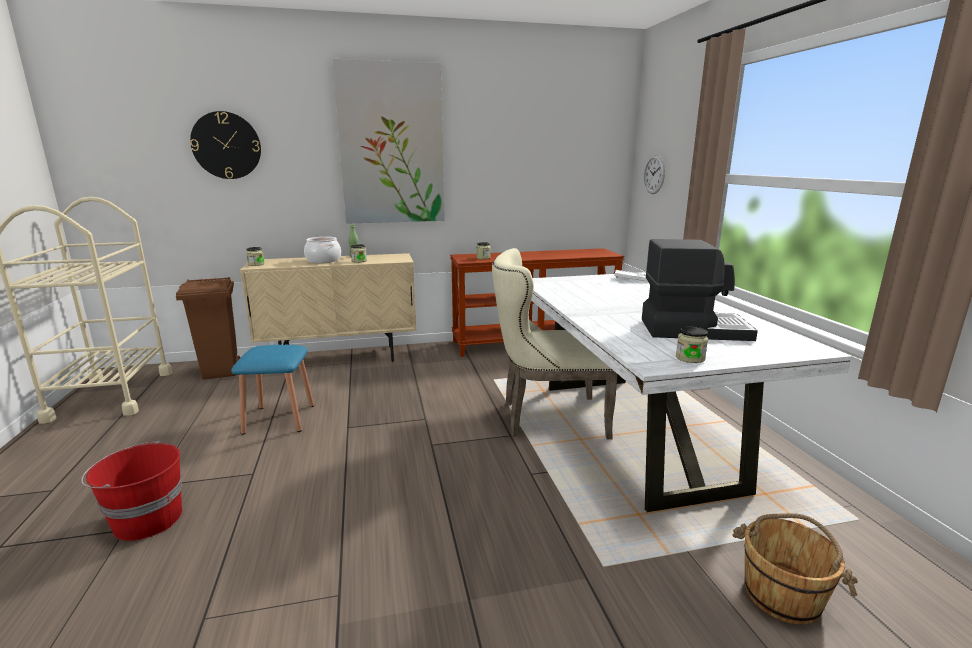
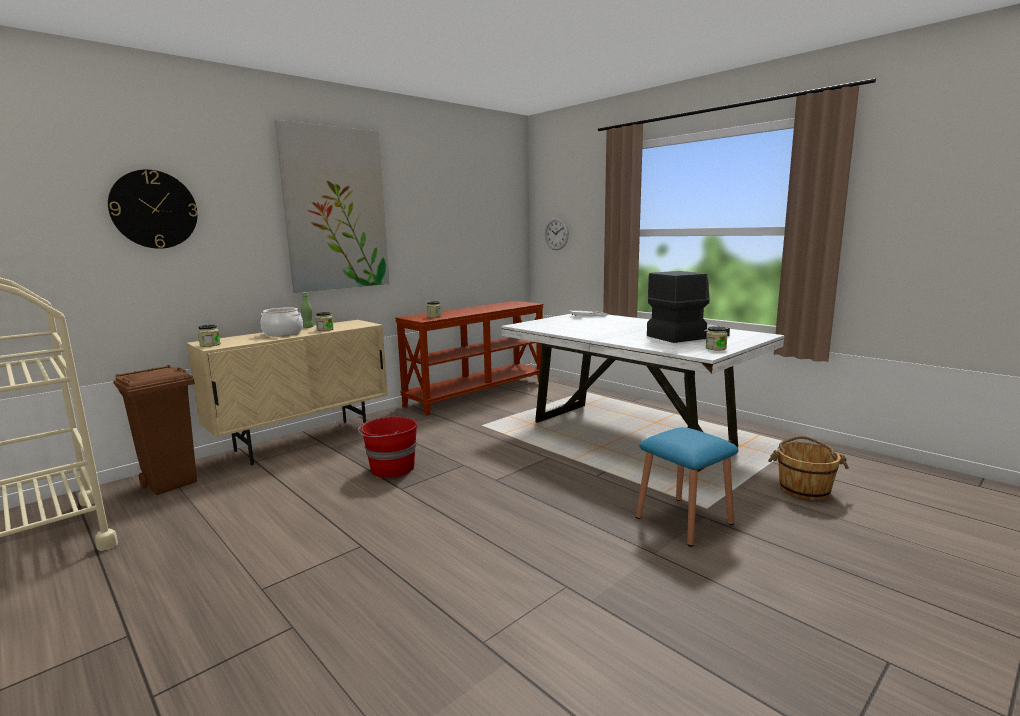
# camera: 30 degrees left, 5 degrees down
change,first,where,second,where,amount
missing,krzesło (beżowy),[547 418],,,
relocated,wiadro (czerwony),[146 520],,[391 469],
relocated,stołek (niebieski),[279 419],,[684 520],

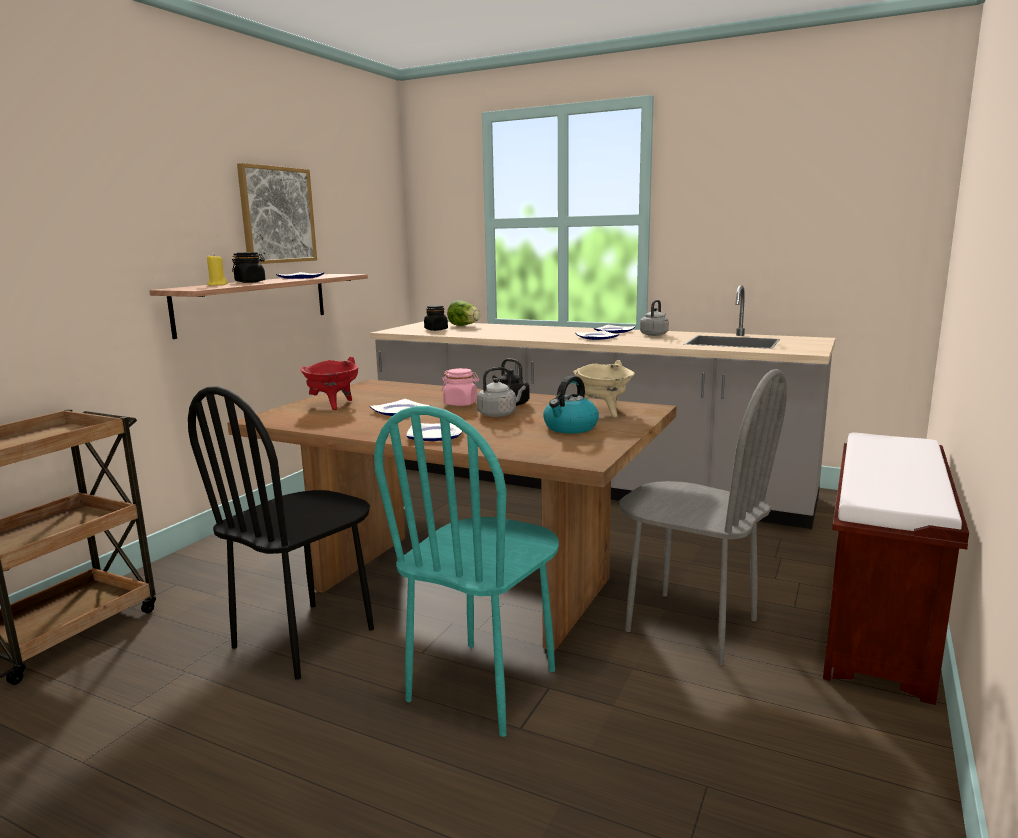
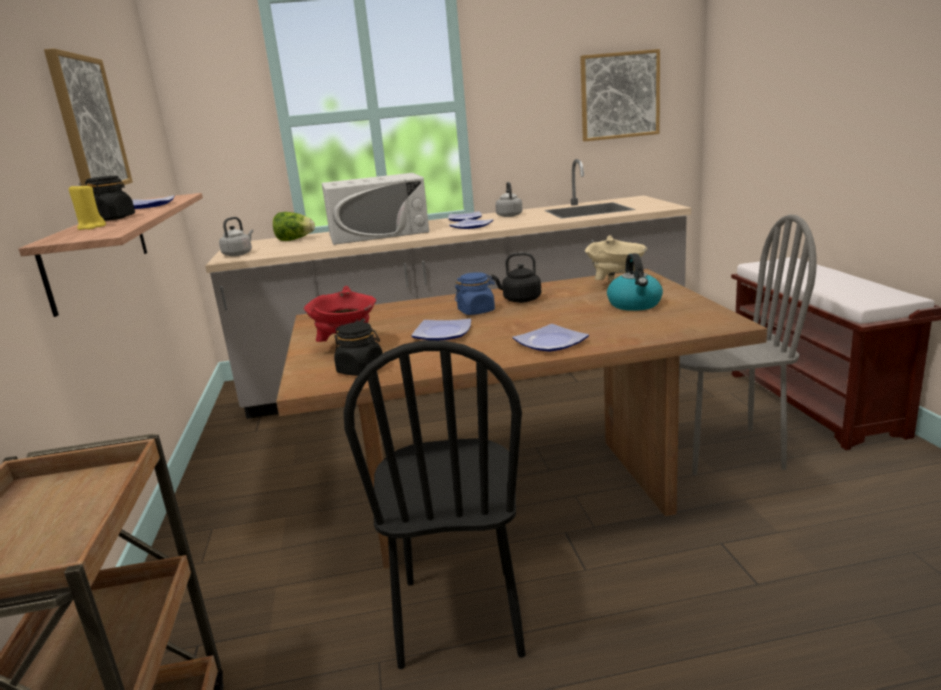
# camera: 35 degrees left, 5 degrees up
change,first,where,second,where,amount
missing,krzesło (turkusowy),[483 685],,,
appeared,,,mikrofalówka (biały),[378 233],
appeared,,,obraz,[619 95],
relocated,słoik (czarny),[436 329],,[361 370],
relocated,czajnik (szary),[499 414],,[239 254],
colour,słoik (różowy),[461 404],słoik (niebieski),[476 311],

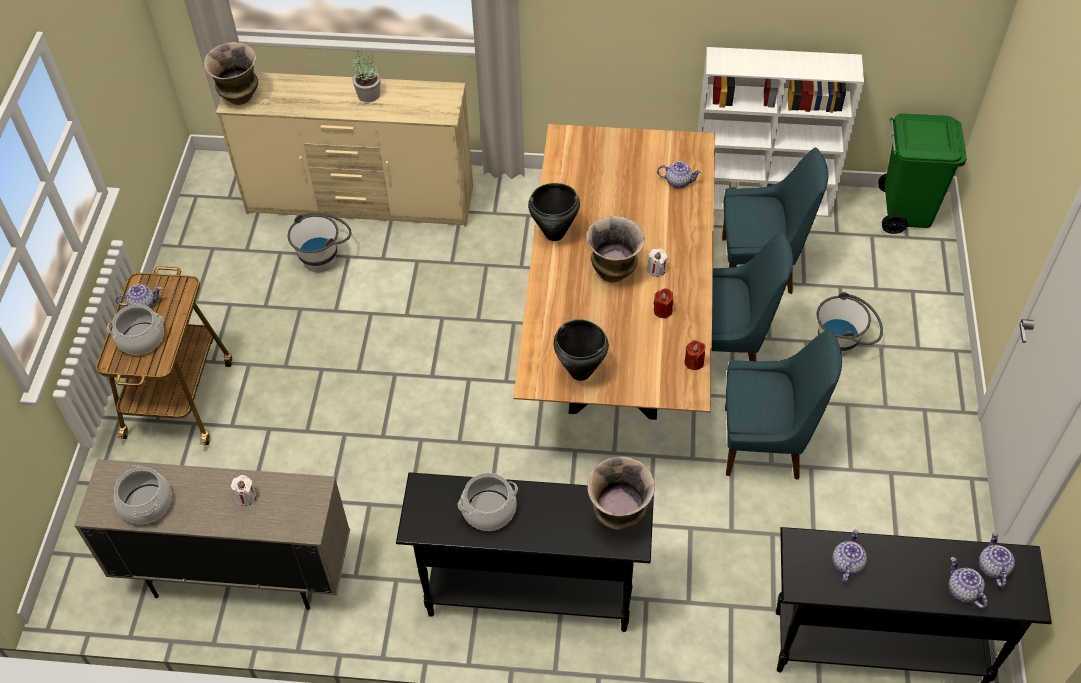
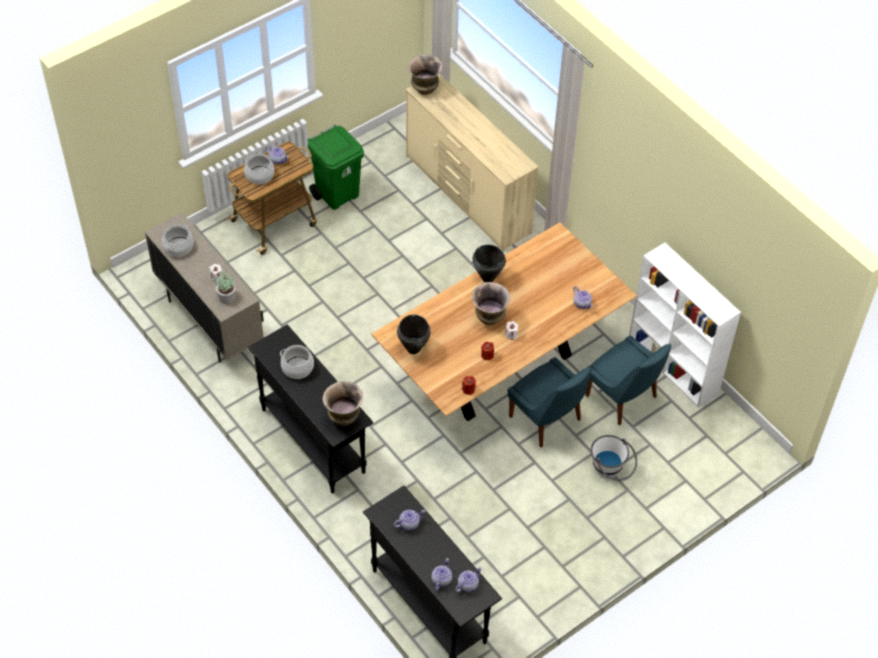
# camera: 45 degrees right, 0 degrees up
change,first,where,second,where,amount
missing,wiadro (biały),[324 255],,,
missing,krzesło (niebieski),[765 443],,,
relocated,roślina doniczkowa,[368 94],,[226 297],
relocated,kosz na śmieci (zielony),[904 211],,[337 194],

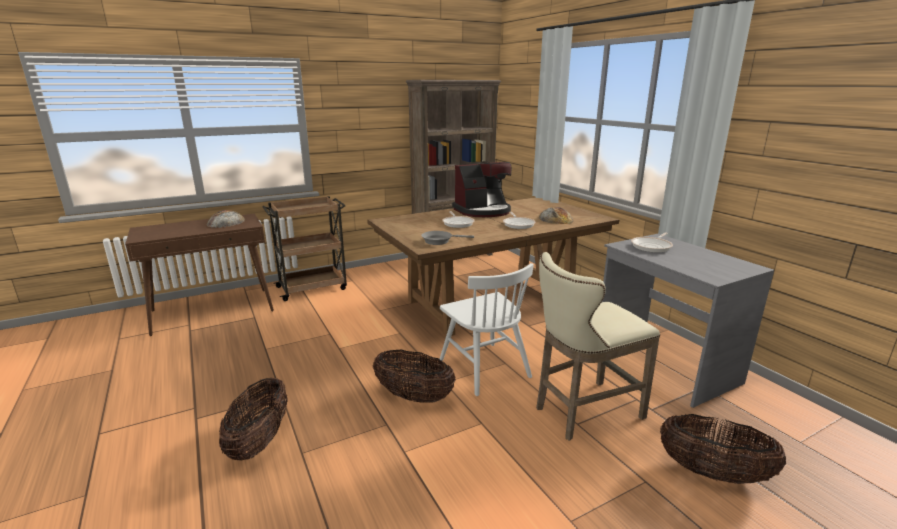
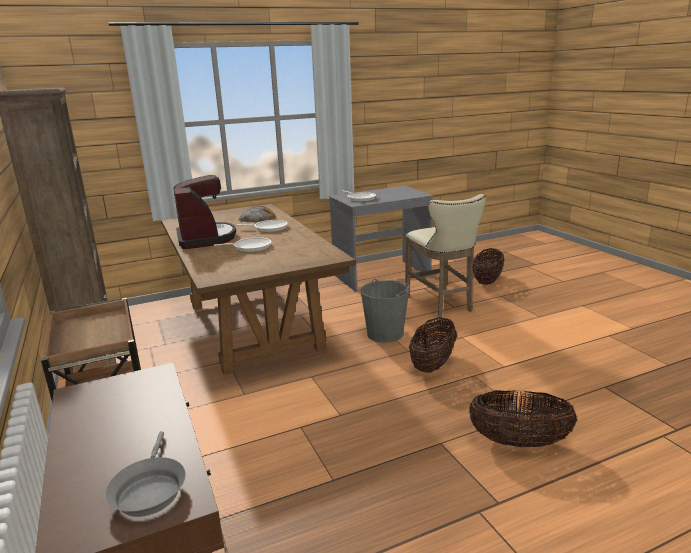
# camera: 85 degrees left, 0 degrees up
change,first,where,second,where,amount
missing,chleb,[226 222],,,
relocated,patelnia (szary),[439 241],,[149 490],
exchanged,krzesło (biały),[484 368],wiadro (szary),[385 333],

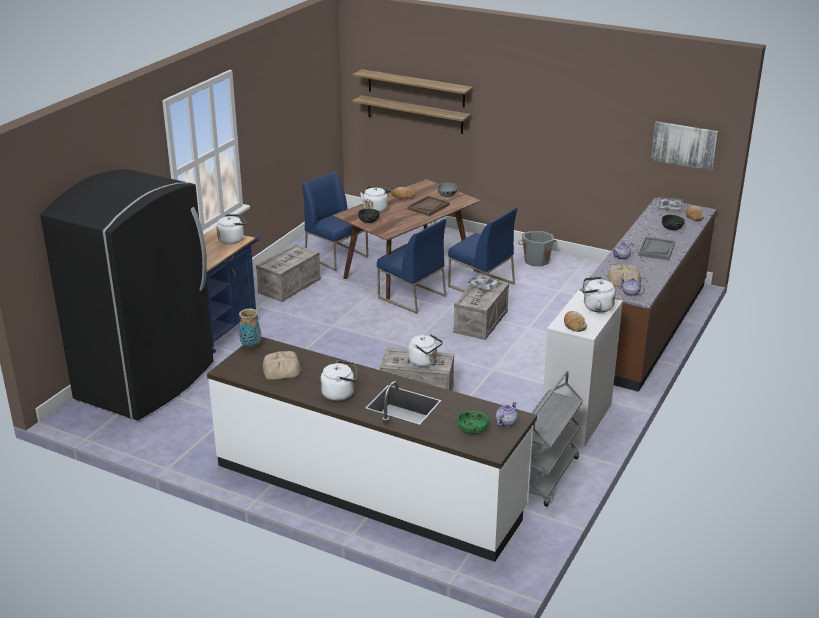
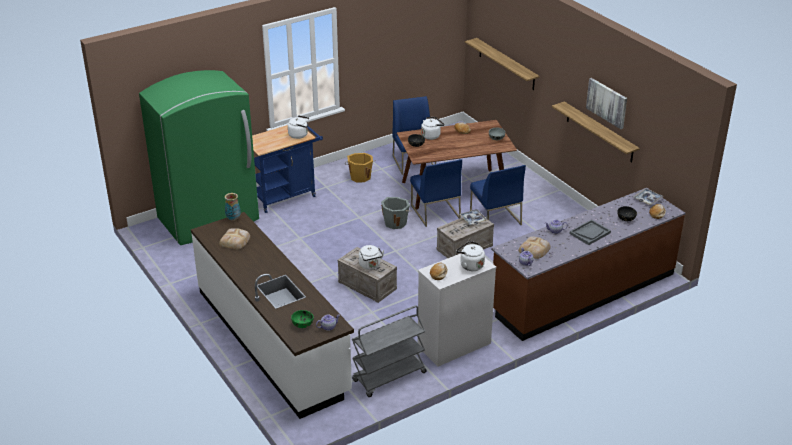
# camera: 30 degrees right, 5 degrees up
change,first,where,second,where,amount
missing,czajnik (biały),[340 393],,,
missing,taca (brązowy),[428 207],,,
relocated,półka,[416 88],,[599 132],
relocated,wiadro (szary),[536 260],,[395 222],
relocated,obraz,[684 145],,[607 102],
exchanged,skrzynka,[290 285],wiadro (pomarańczowy),[360 176],
colour,lodówka (czarny),[147 382],lodówka (zielony),[209 220],

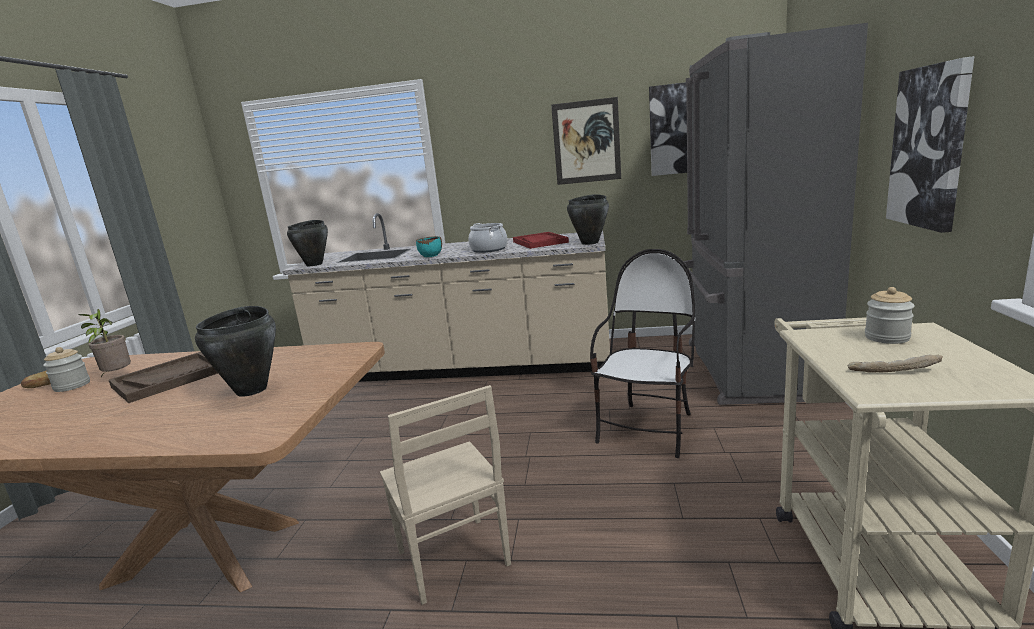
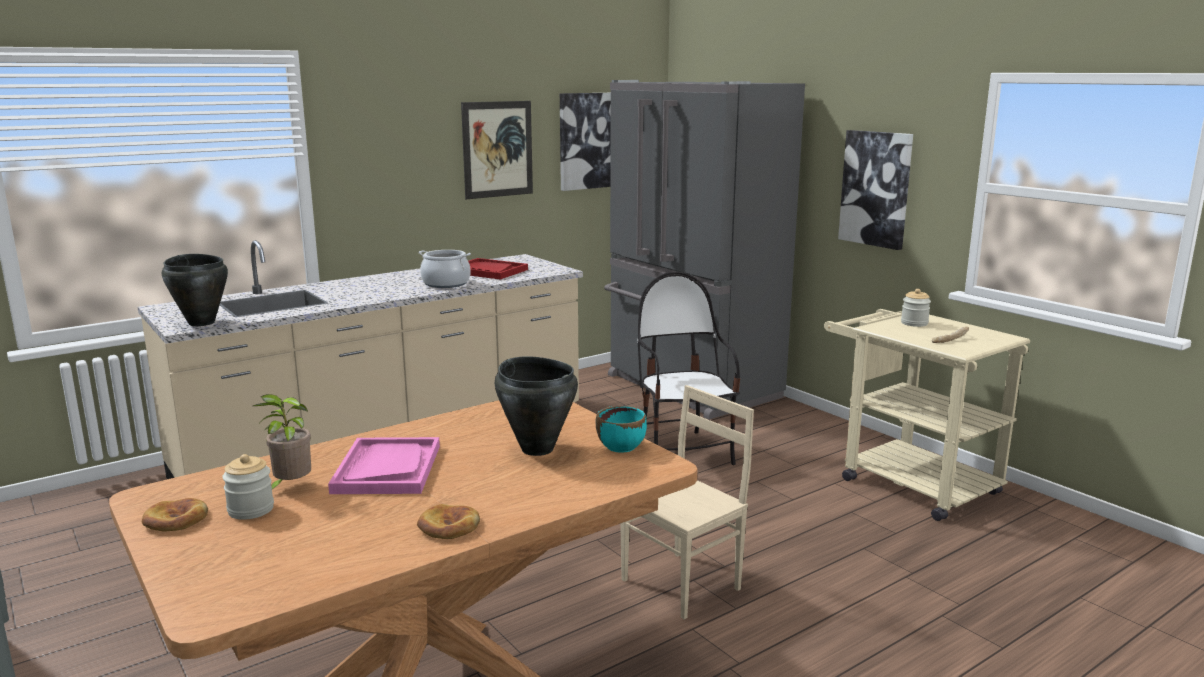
# camera: 45 degrees left, 0 degrees up
change,first,where,second,where,amount
missing,garnek (czarny),[590 243],,,
appeared,,,chleb,[449 526],
relocated,miska (turkusowy),[430 255],,[621 446],
colour,taca (brązowy),[169 379],taca (różowy),[387 469],
spun,krzesło (beżowy),[452 560],,[683 584],60 degrees counterclockwise

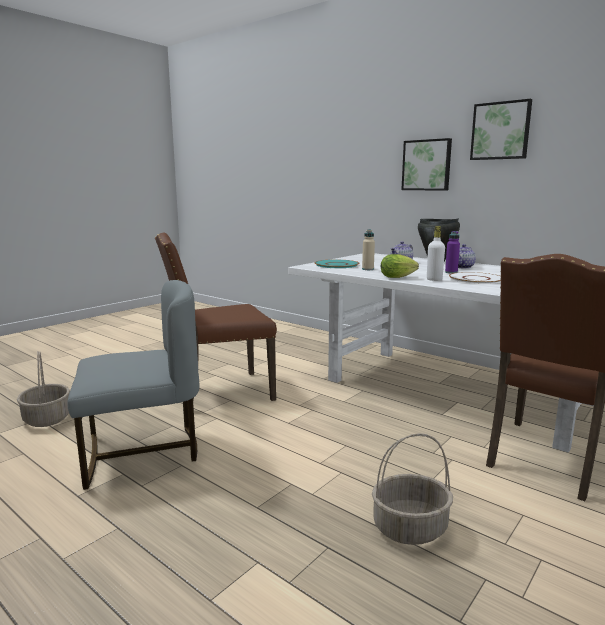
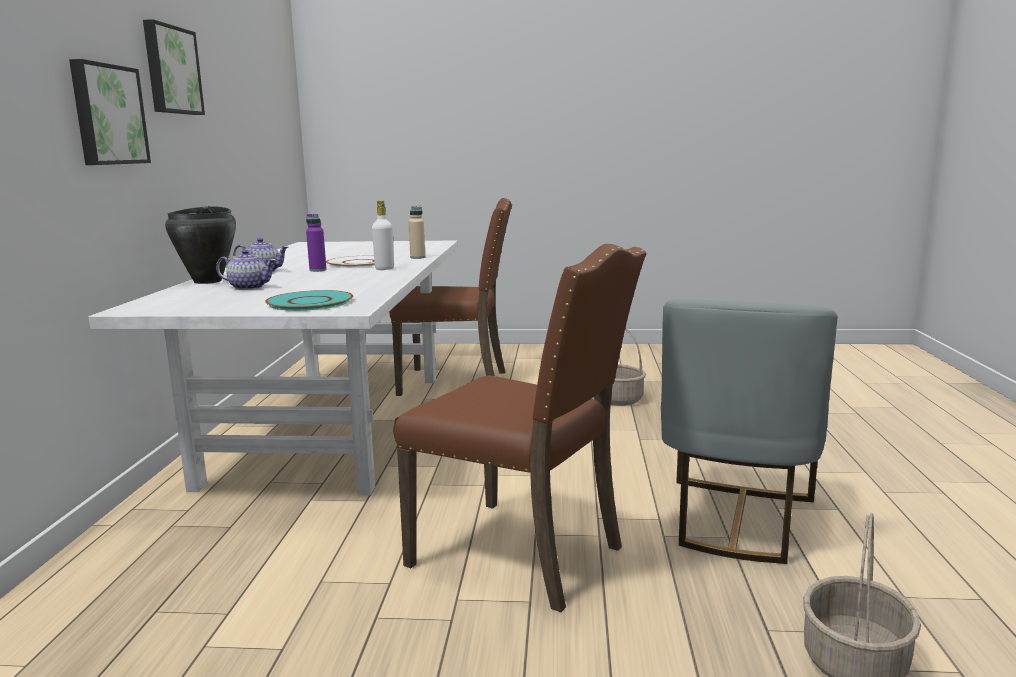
# camera: 125 degrees left, 0 degrees up
change,first,where,second,where,amount
missing,sałata,[399 277],,,
relocated,butelka (beżowy),[367 269],,[417 257],
spun,krzesło (szary),[142 452],,[736 520],105 degrees counterclockwise

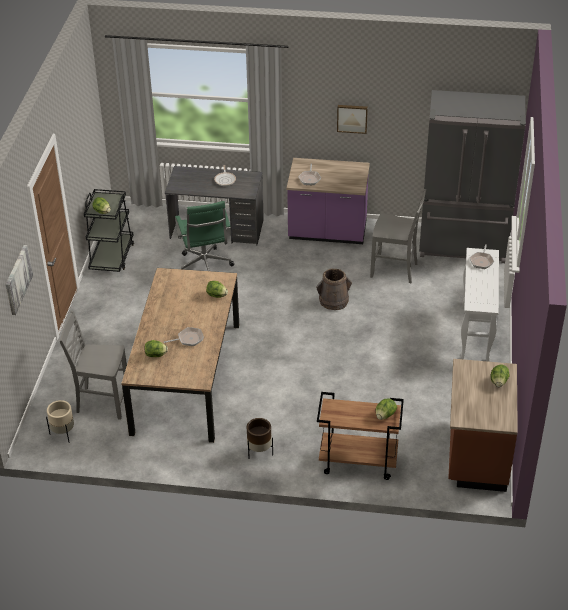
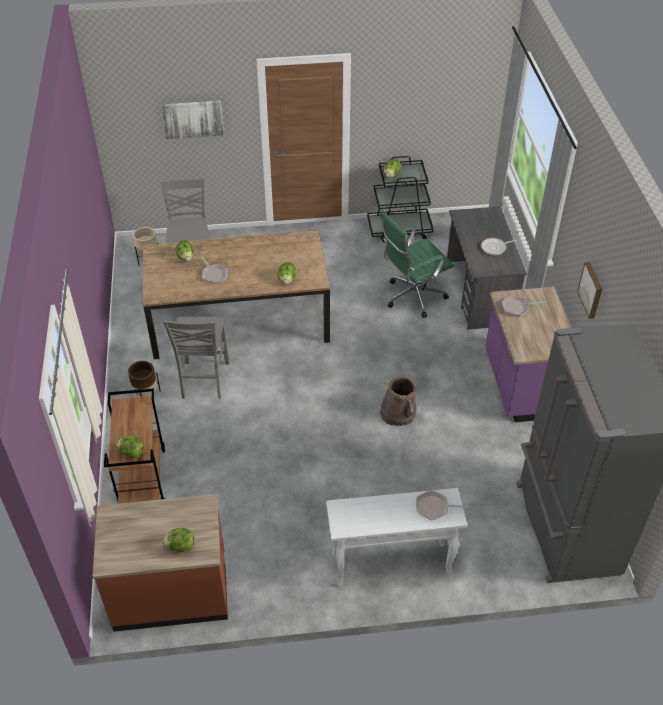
# camera: 75 degrees right, 5 degrees up
change,first,where,second,where,amount
relocated,krzesło (szary),[395 270],,[204 381],

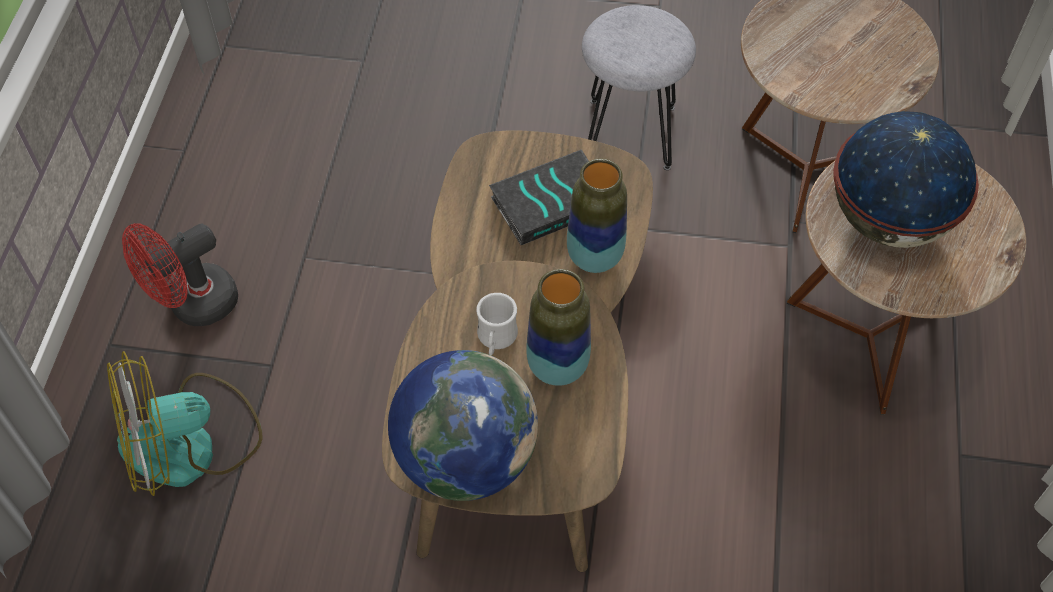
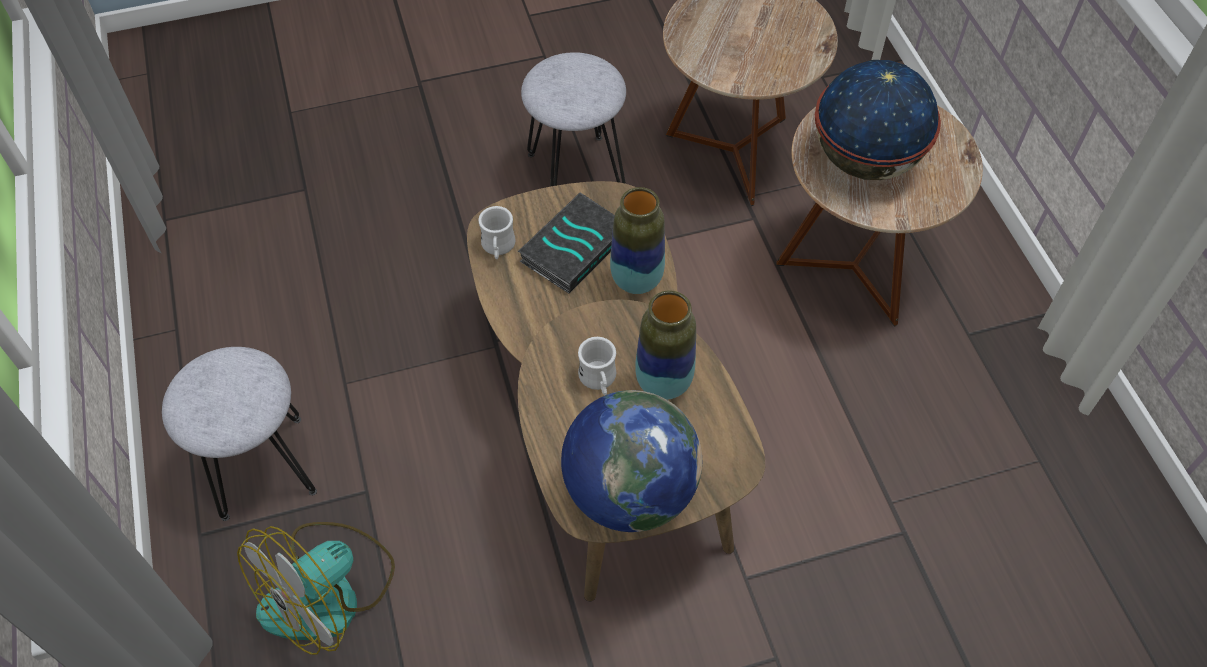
# camera: 25 degrees left, 0 degrees up
change,first,where,second,where,amount
appeared,,,kubek (biały),[498 248],
exchanged,wentylator (czerwony),[193 306],stołek (szary),[263 467],

